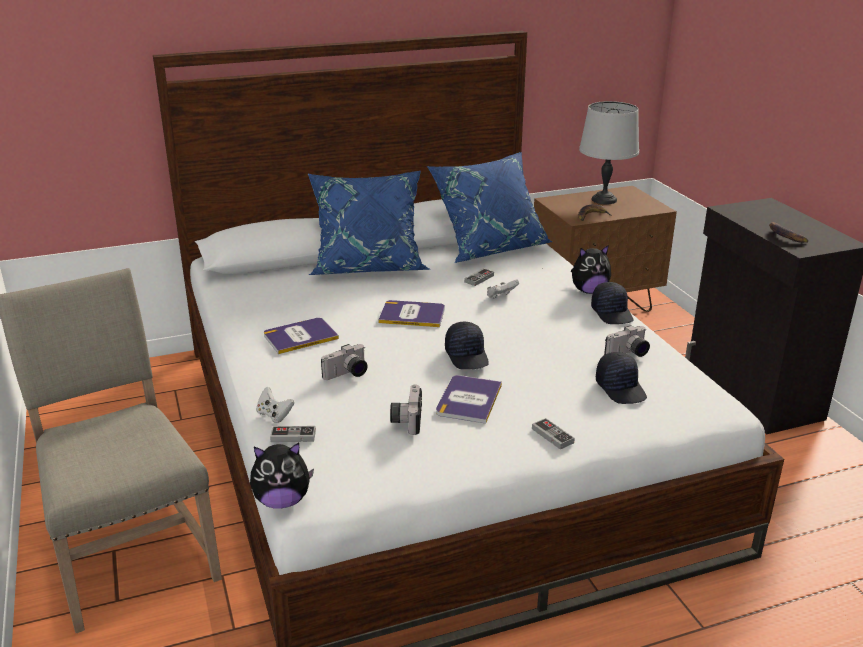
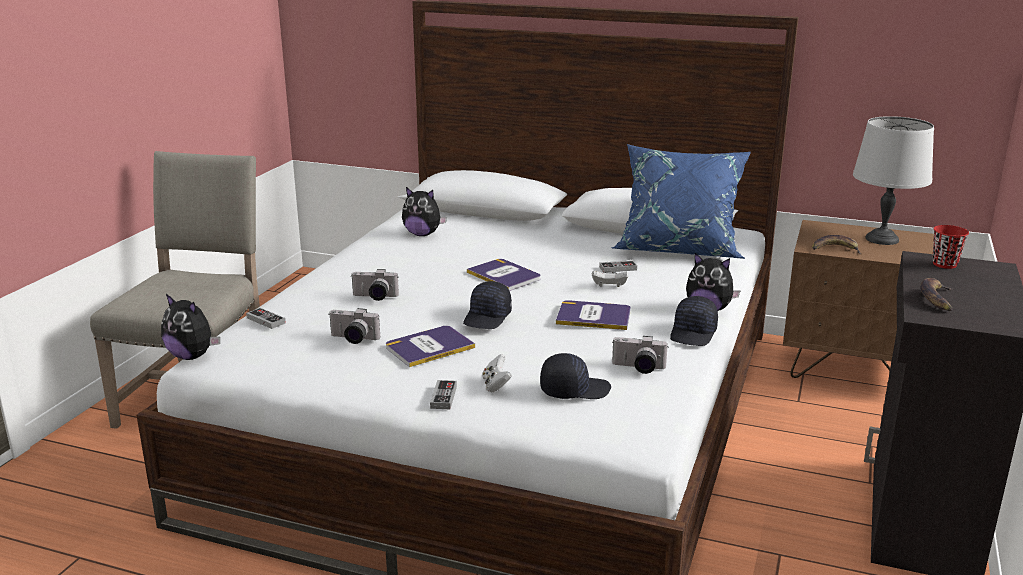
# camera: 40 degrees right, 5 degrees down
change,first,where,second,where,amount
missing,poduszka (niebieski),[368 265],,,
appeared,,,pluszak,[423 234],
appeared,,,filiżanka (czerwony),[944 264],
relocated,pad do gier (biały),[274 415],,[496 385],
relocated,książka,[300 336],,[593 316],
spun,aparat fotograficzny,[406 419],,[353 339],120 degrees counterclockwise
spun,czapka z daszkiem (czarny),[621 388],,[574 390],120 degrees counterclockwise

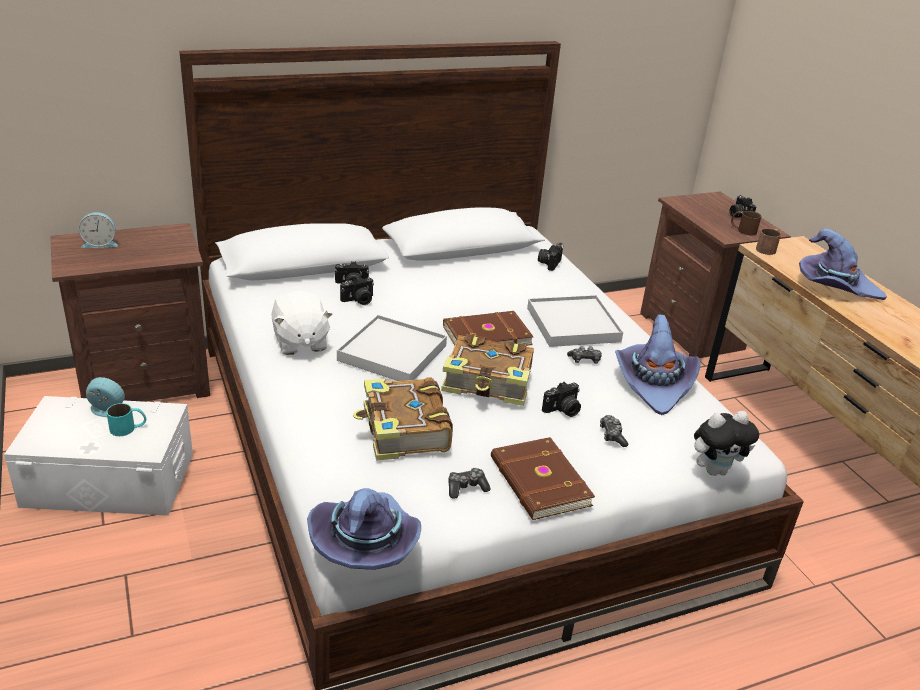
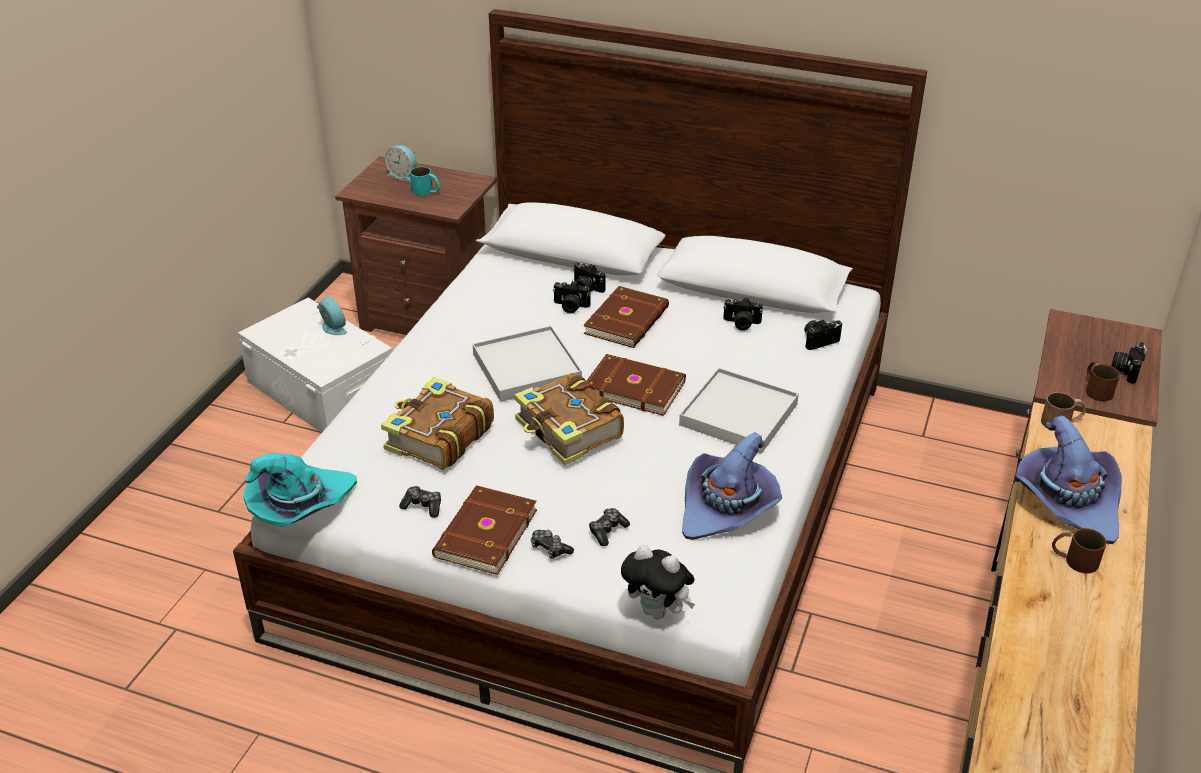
# camera: 45 degrees right, 5 degrees up
change,first,where,second,where,amount
missing,pluszak (biały),[300 342],,,
appeared,,,książka (brązowy),[628 321],
appeared,,,kubek (brązowy),[1073 559],
relocated,kubek (turkusowy),[128 428],,[426 191],
relocated,aparat fotograficzny,[563 410],,[741 324],
relocated,pad do gier,[584 360],,[550 549],
colour,kapelusz (fioletowy),[366 542],kapelusz (turkusowy),[299 504],

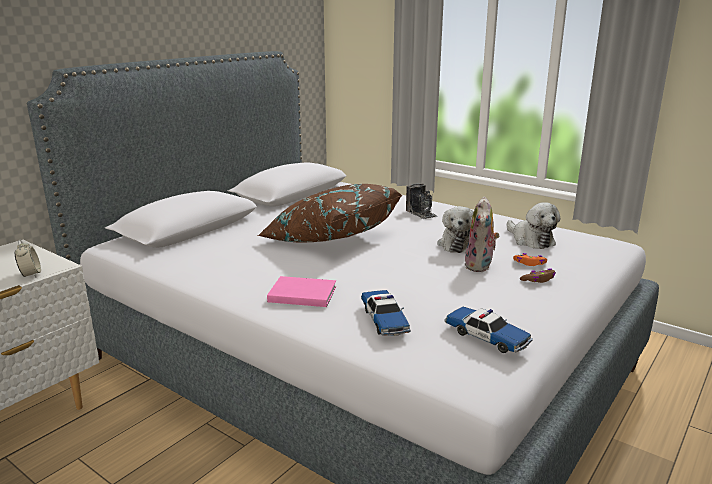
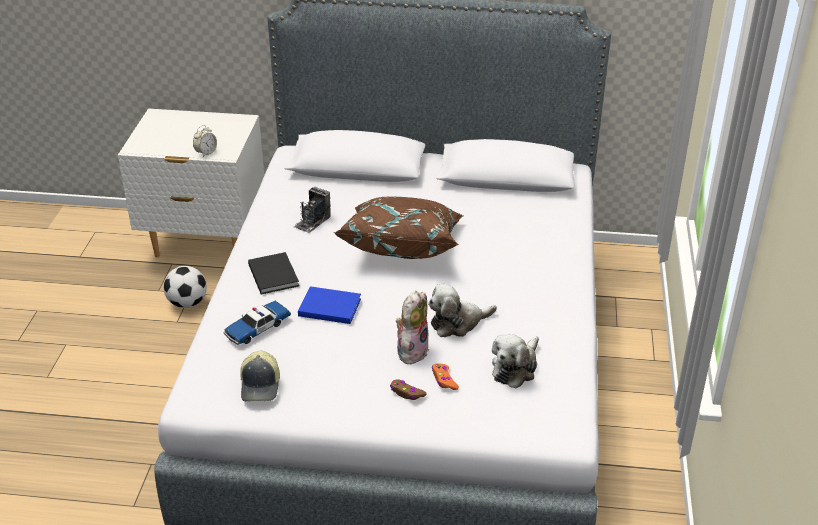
# camera: 60 degrees right, 15 degrees up
change,first,where,second,where,amount
appeared,,,piłka futbolowa,[187 303],
appeared,,,książka (niebieski),[328 306],
relocated,aparat fotograficzny,[421 213],,[312 221],
exchanged,samochodzik,[486 337],czapka z daszkiem,[261 385],
colour,książka (różowy),[301 294],książka (czarny),[274 274],
spun,pluszak,[480 266],,[411 350],135 degrees clockwise

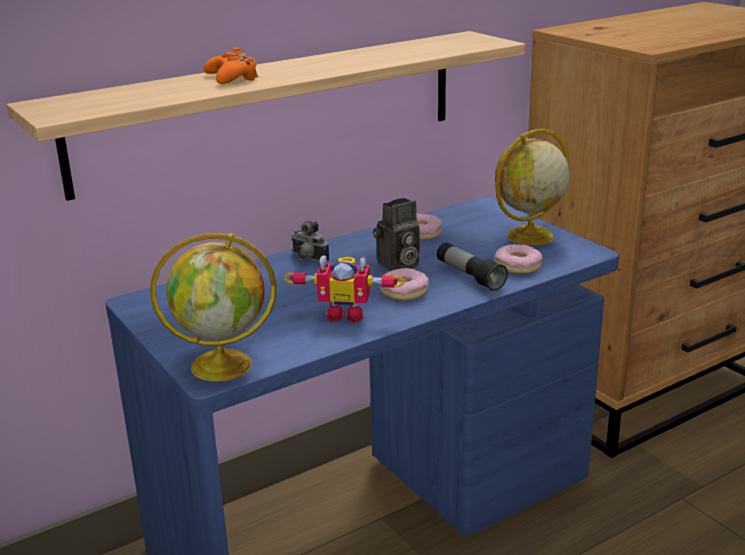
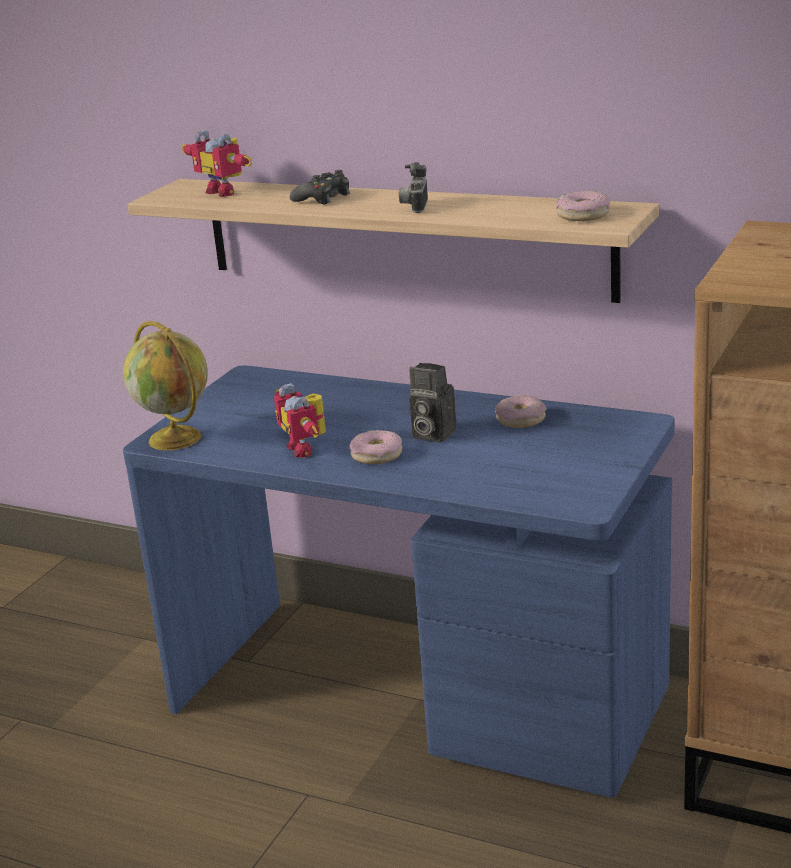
# camera: 60 degrees right, 0 degrees up
change,first,where,second,where,amount
missing,latarka,[469 276],,,
missing,globus,[529 237],,,
appeared,,,robot zabawkowy,[225 191],
relocated,aparat fotograficzny,[307 259],,[414 207],
relocated,donut,[517 266],,[582 215],
colour,pad do gier (pomarańczowy),[232 78],pad do gier (czarny),[323 198],

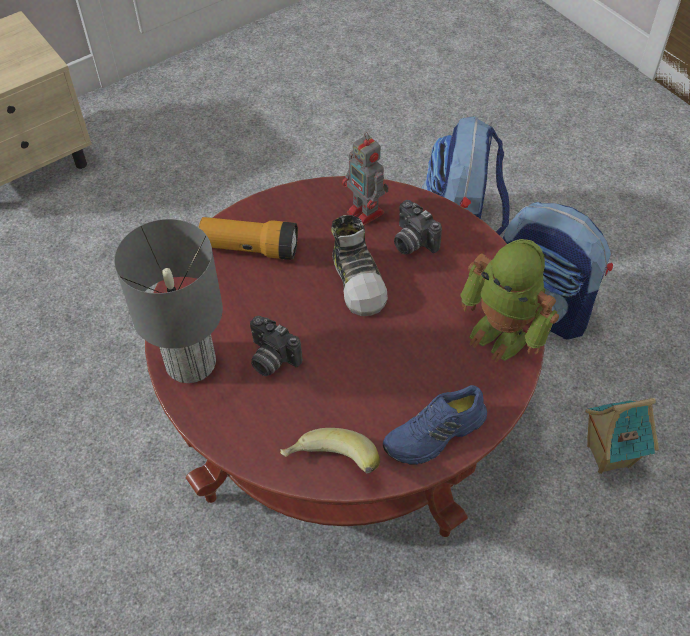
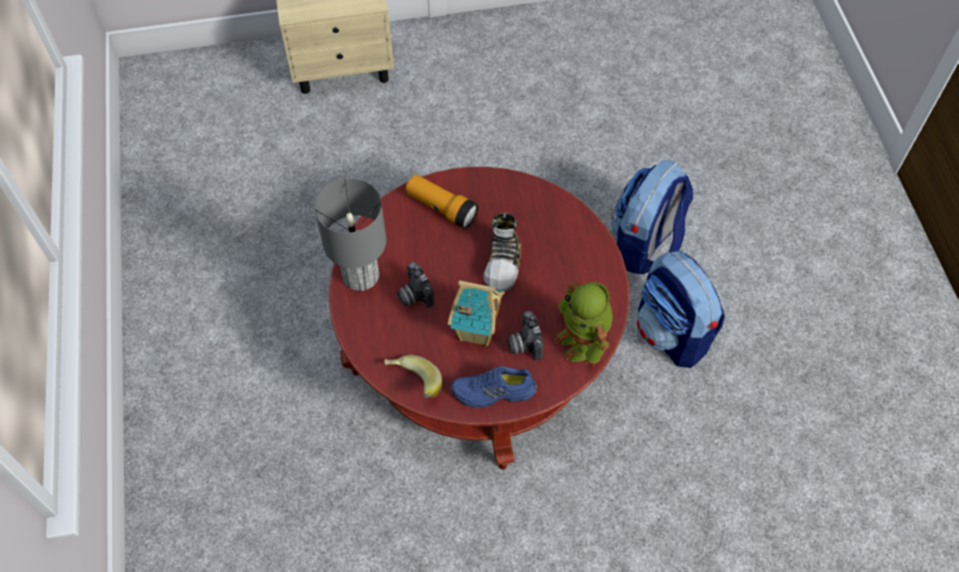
# camera: 25 degrees right, 5 degrees up
change,first,where,second,where,amount
missing,robot zabawkowy,[366 214],,,
relocated,aparat fotograficzny,[411 242],,[523 344],
relocated,domek,[606 455],,[475 330],

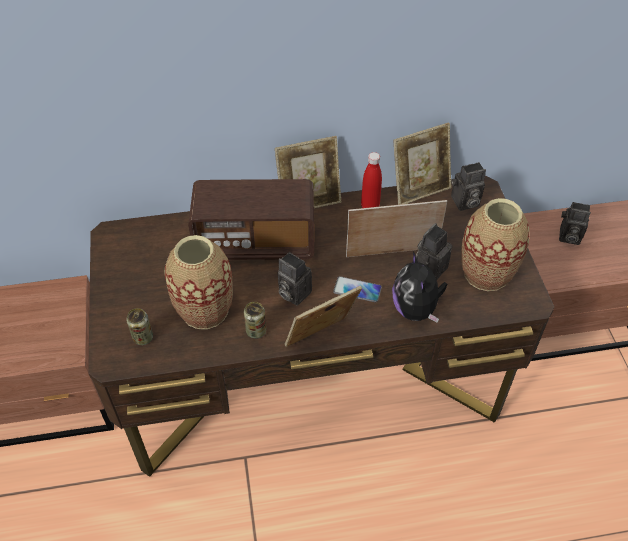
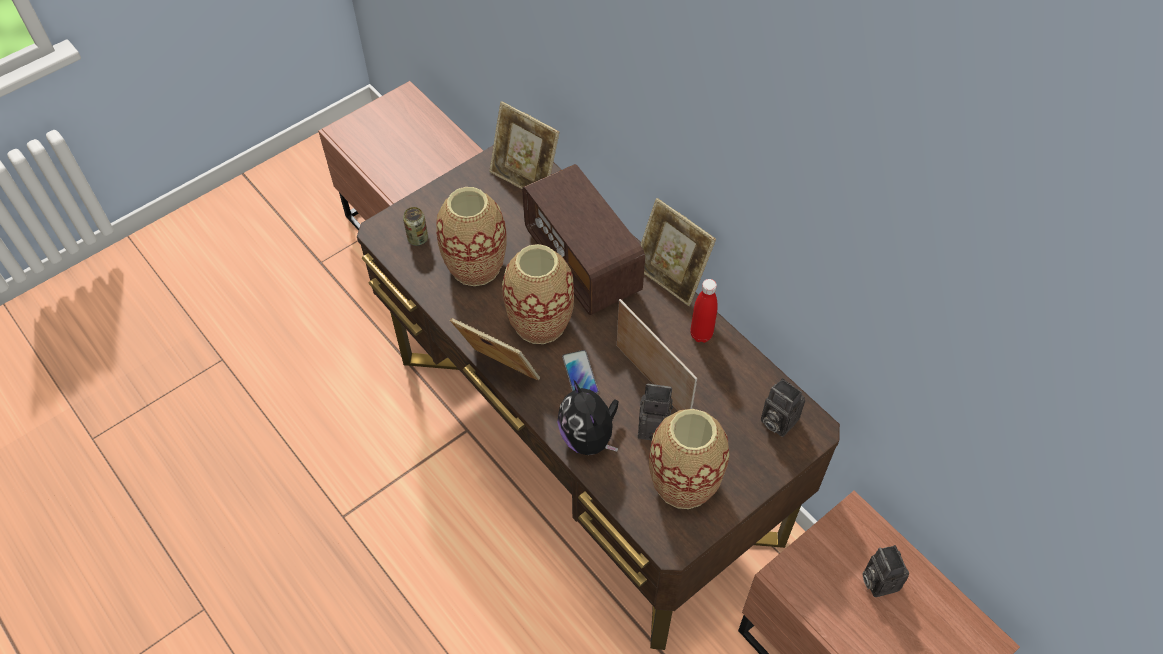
# camera: 60 degrees right, 5 degrees up
change,first,where,second,where,amount
missing,puszka,[256 331],,,
relocated,ramka na zdjęcie,[419 189],,[525 178],
exchanged,aparat fotograficzny,[292 293],wazon,[540 323],
spun,pluszak,[416 309],,[589 437],75 degrees counterclockwise

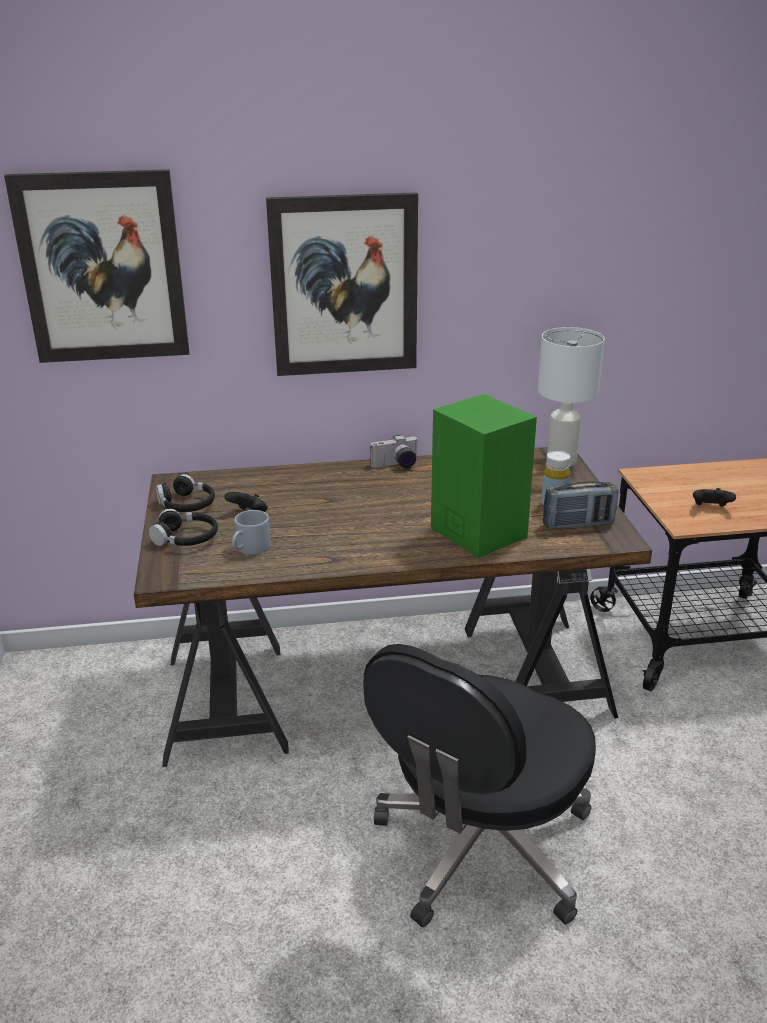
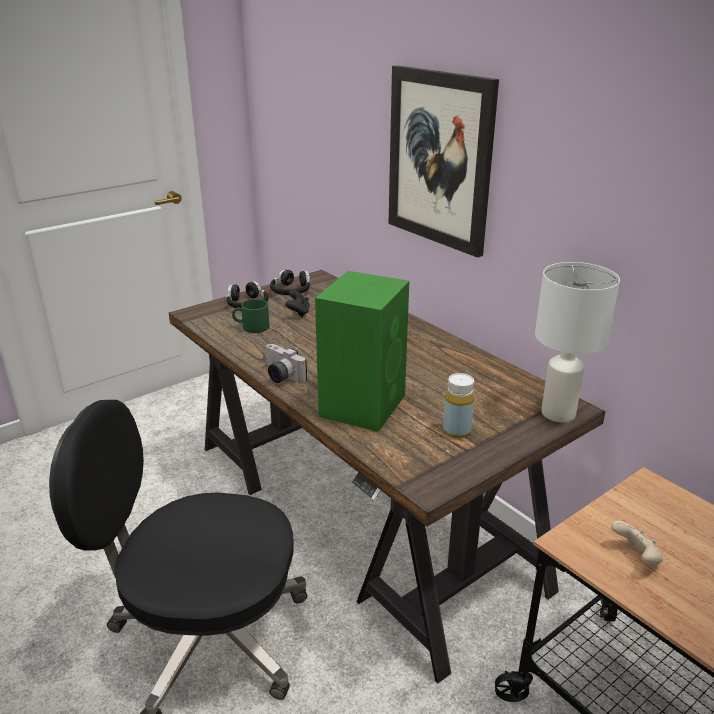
# camera: 60 degrees right, 0 degrees up
change,first,where,second,where,amount
missing,obraz,[102 268],,,
missing,radio,[578 524],,,
relocated,aparat fotograficzny,[396 465],,[281 377],
colour,kubek (szary),[250 549],kubek (zielony),[251 327],
colour,pad do gier (czarny),[710 508],pad do gier (beżowy),[636 557],

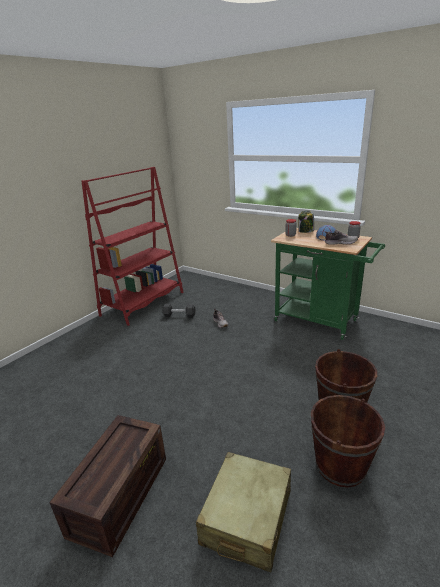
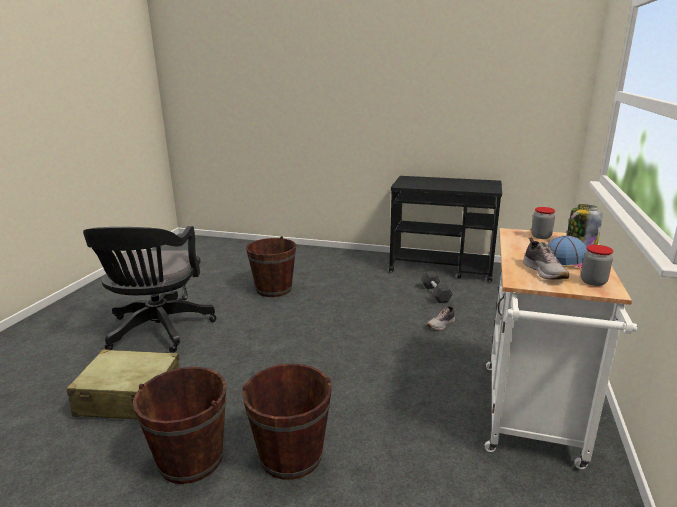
# camera: 70 degrees right, 5 degrees down
change,first,where,second,where,amount
appeared,,,wiadro (brązowy),[274 289],
exchanged,skrzynka,[120 497],krzesło biurowe (czarny),[158 331],
exchanged,regał (czerwony),[143 304],wózek (czarny),[442 267],
colour,wózek (zielony),[320 321],wózek (biały),[531 419],

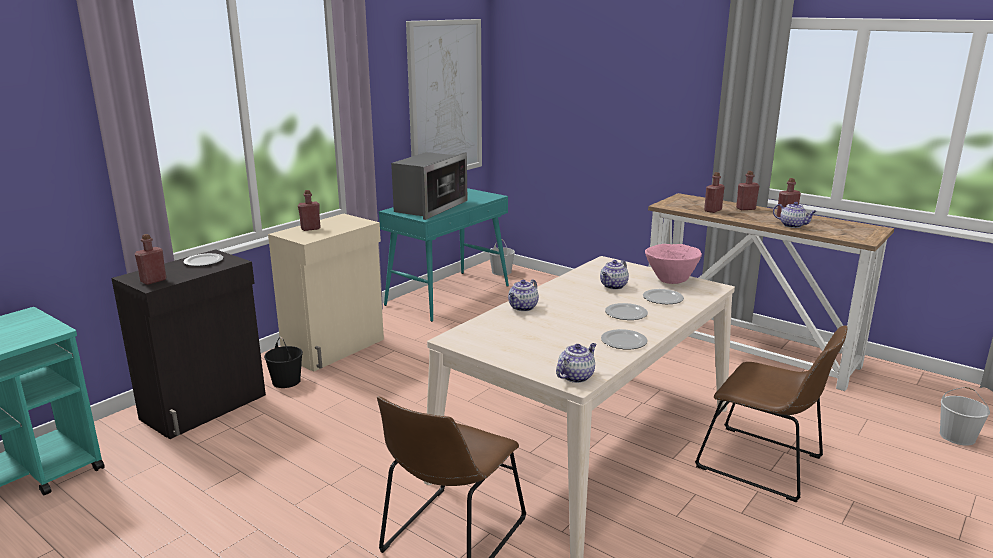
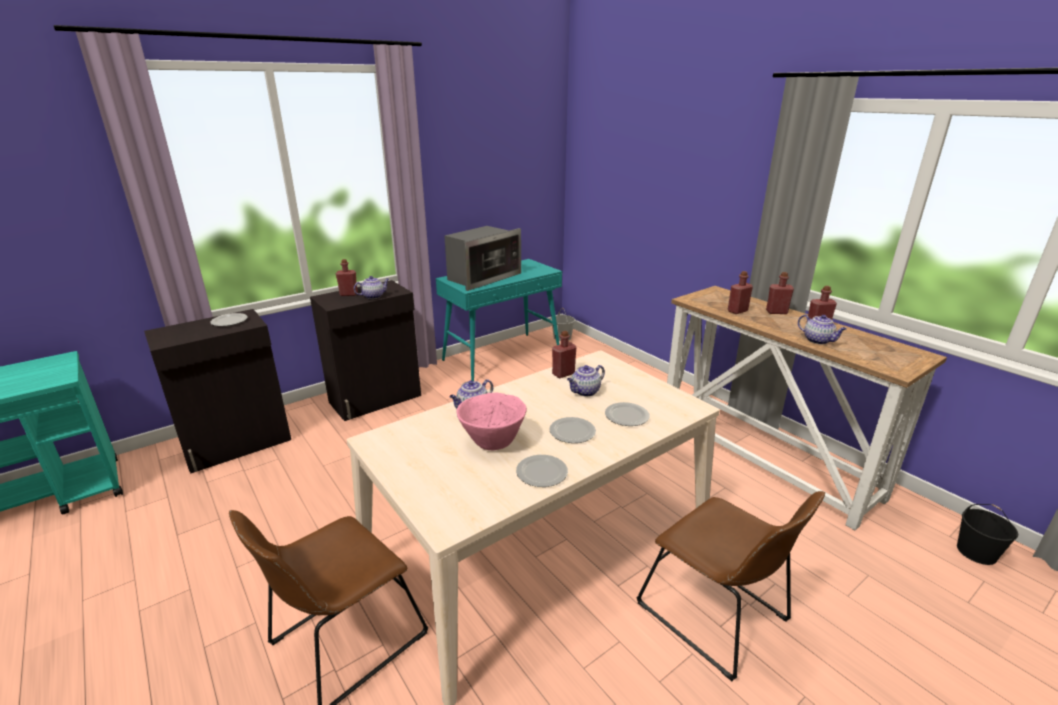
# camera: 15 degrees right, 5 degrees up
change,first,where,second,where,amount
missing,obraz,[445 99],,,
missing,wiadro (biały),[958 436],,,
relocated,butelka (czerwony),[153 281],,[563 374],
relocated,wiadro (czarny),[286 381],,[975 551],
relocated,imbryk,[576 376],,[373 296],
relocated,miska (różowy),[670 280],,[492 442],
colour,szafka (beżowy),[335 348],szafka (czarny),[376 399],

